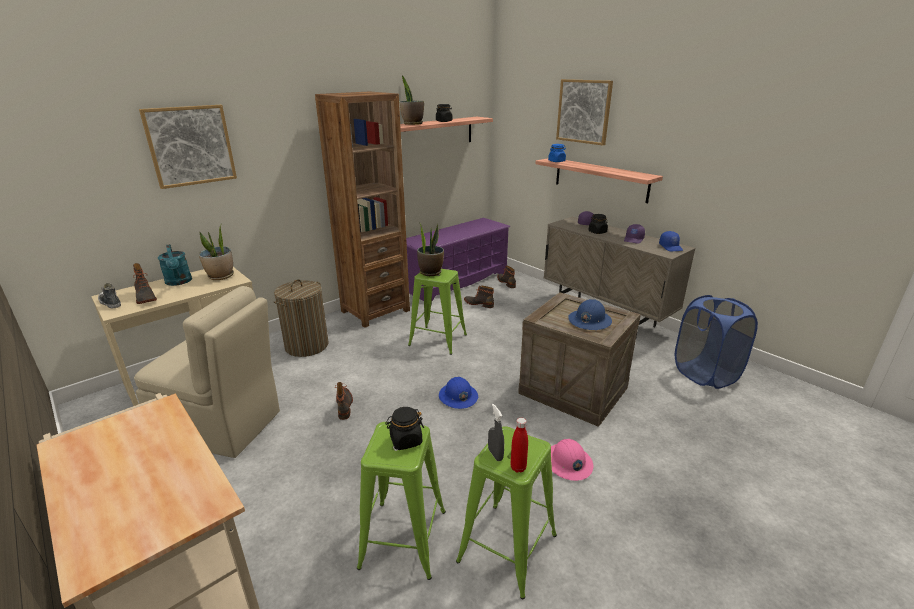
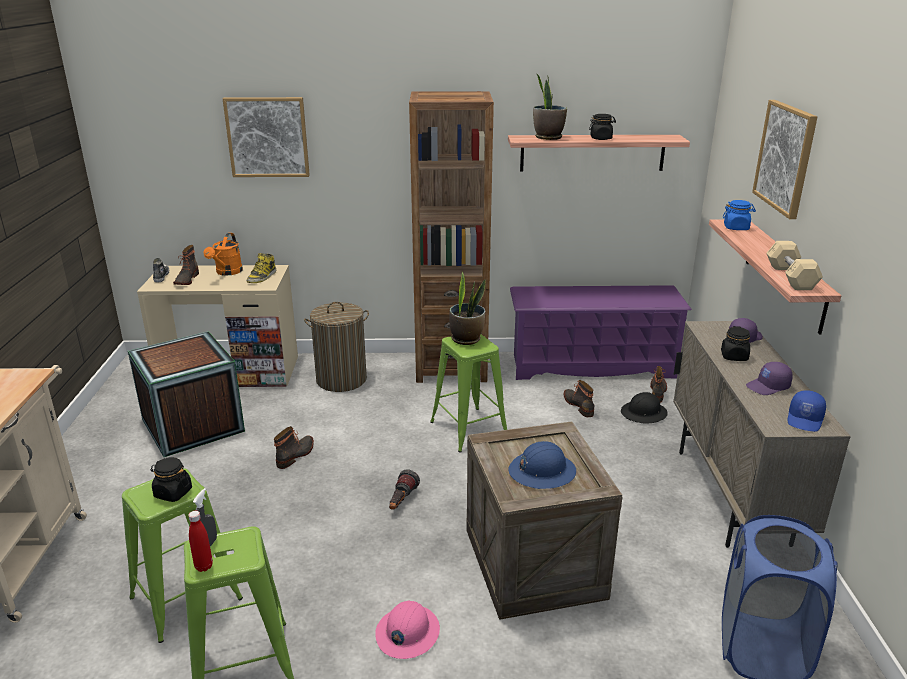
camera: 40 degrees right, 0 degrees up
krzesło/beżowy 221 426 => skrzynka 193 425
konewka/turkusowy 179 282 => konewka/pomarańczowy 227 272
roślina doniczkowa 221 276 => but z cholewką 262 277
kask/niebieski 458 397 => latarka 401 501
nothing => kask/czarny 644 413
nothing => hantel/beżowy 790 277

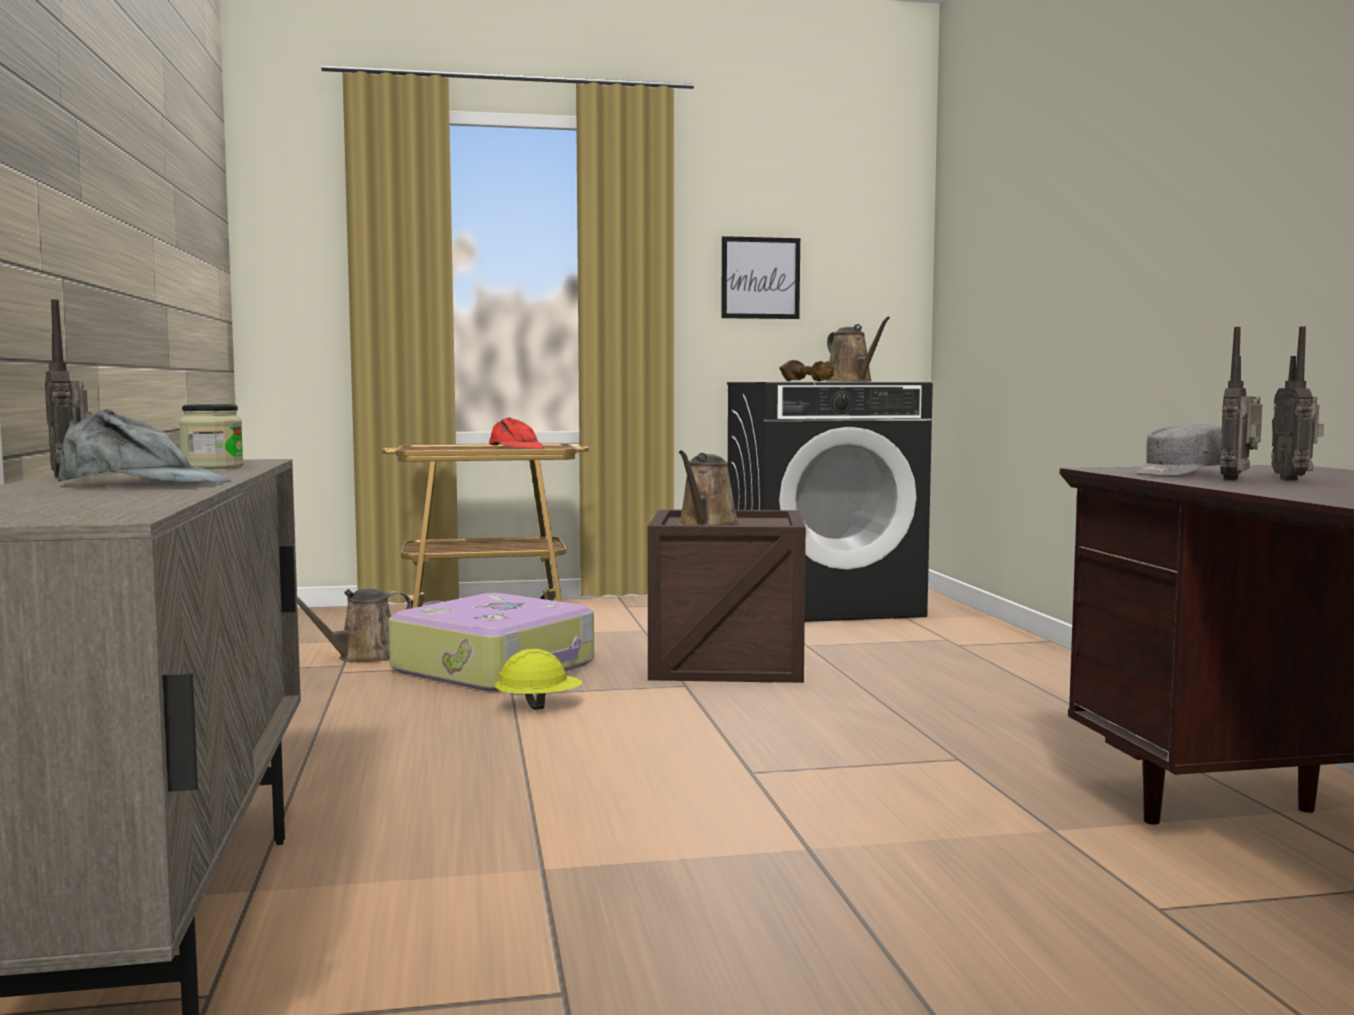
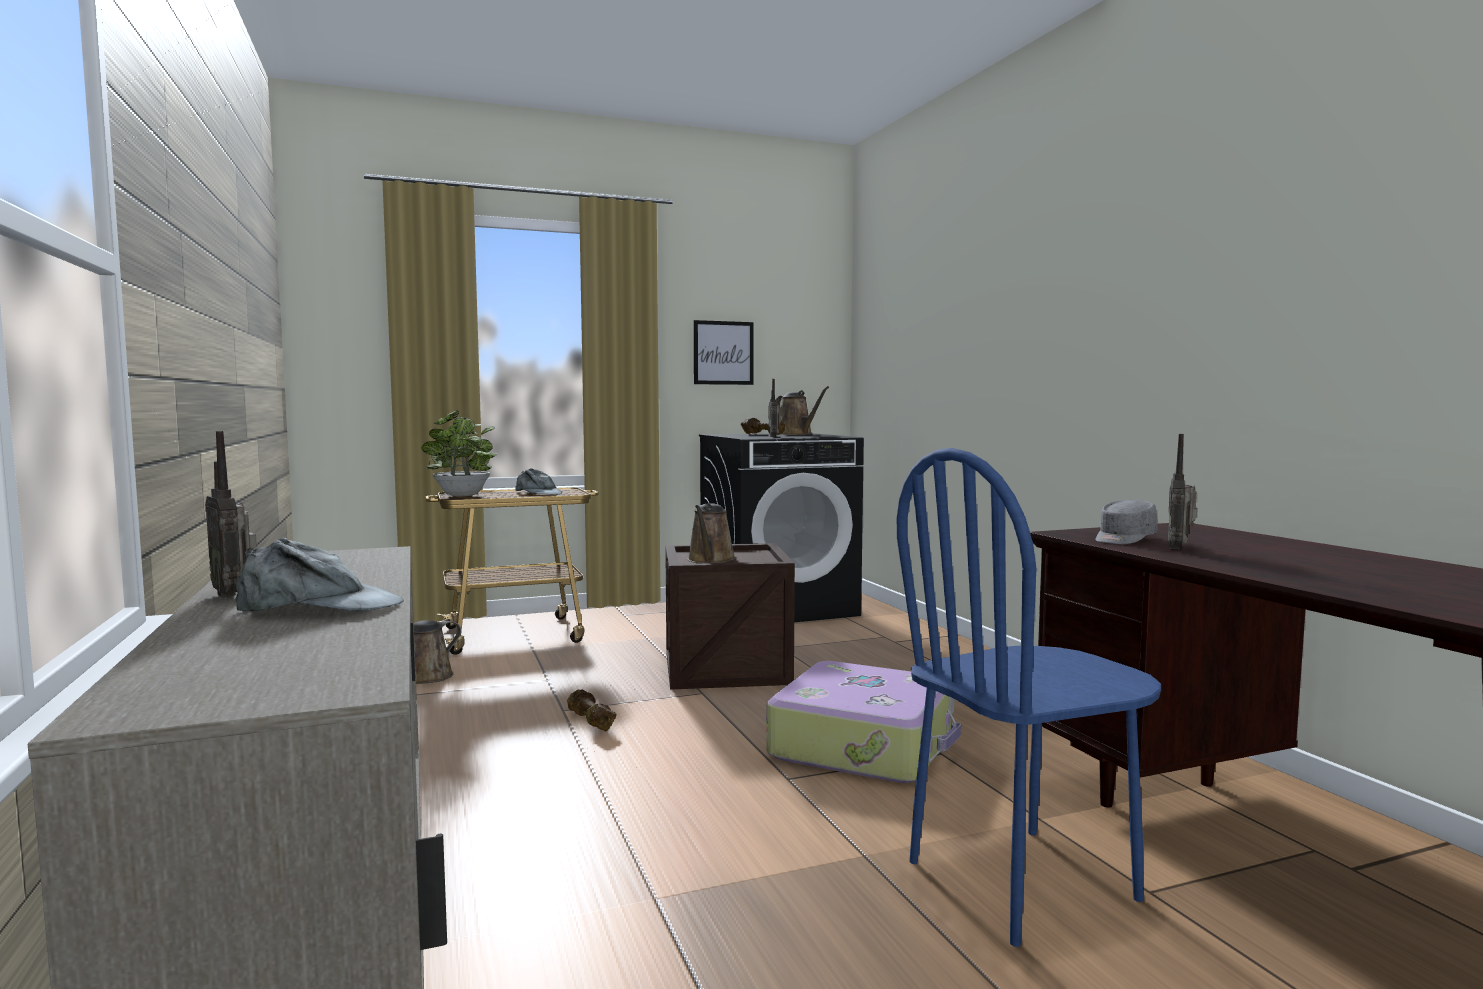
camera: 10 degrees left, 0 degrees up
nothing => roślina doniczkowa 461 495
czapka z daszkiem/czerwony 516 447 => czapka z daszkiem/szary 538 493
kask/żółty 539 706 => hantel/brązowy 590 722
walizka 496 667 => walizka 864 744, relocated
radio 1294 479 => radio 775 436, relocated
nothing => krzesło/niebieski 1022 881
słoik 212 467 => nothing

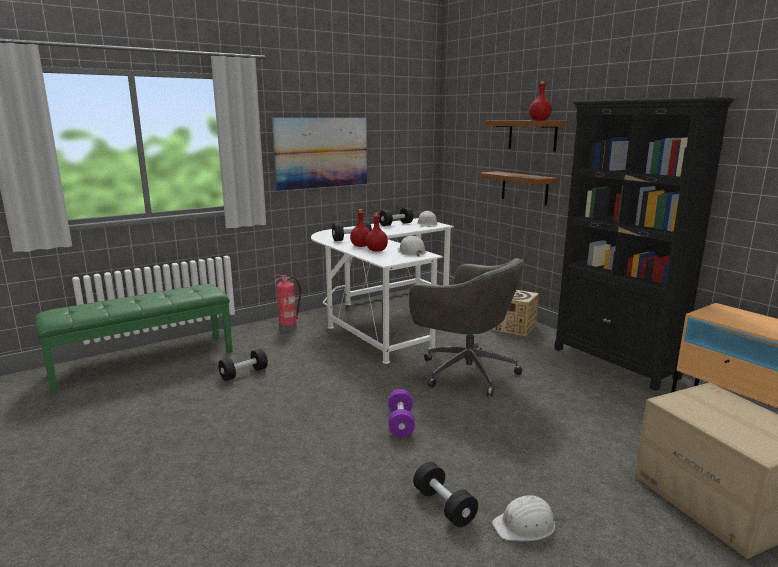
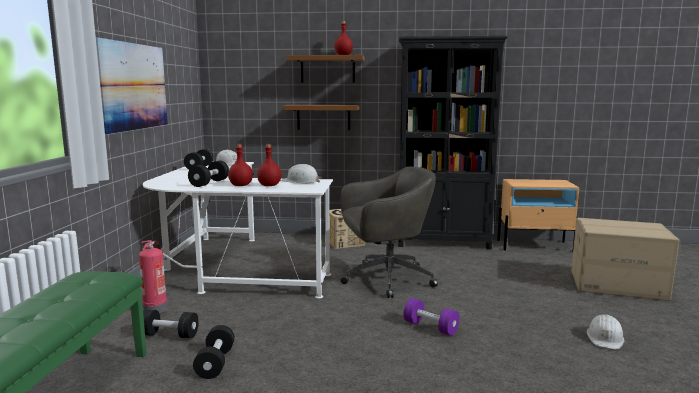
camera: 50 degrees left, 5 degrees down
hantel/czarny 444 506 => hantel/czarny 169 335, relocated

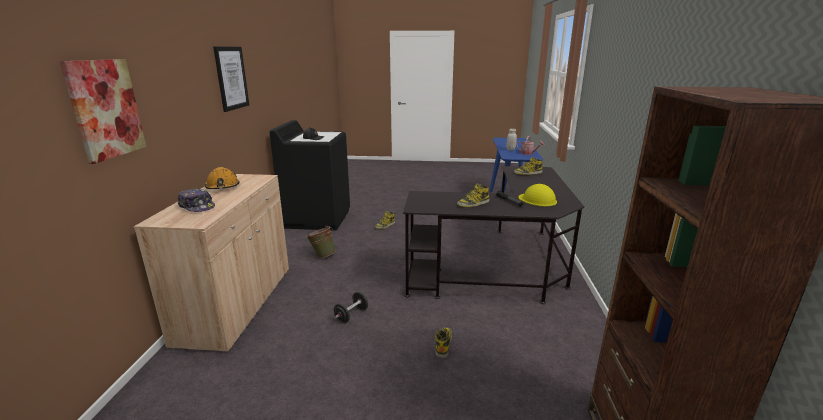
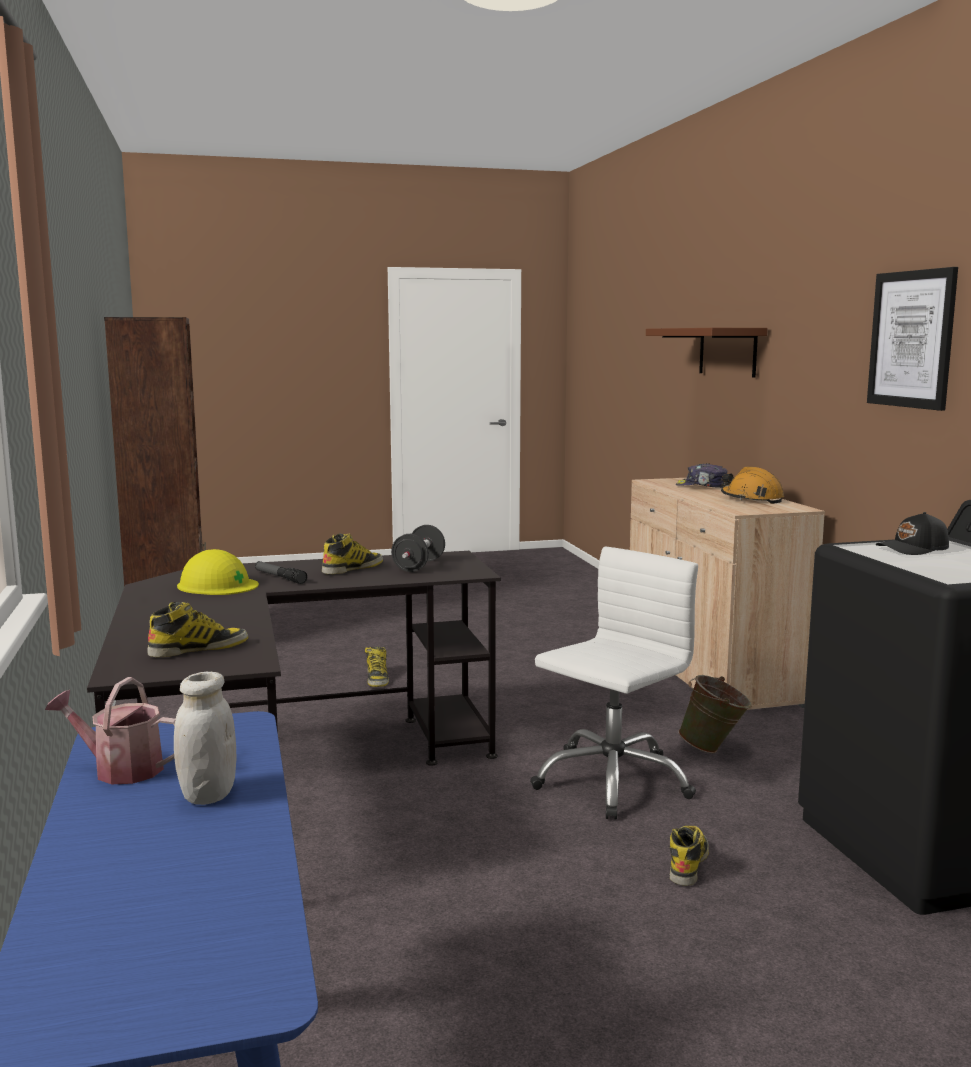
camera: 160 degrees right, 10 degrees down
hantel/czarny 351 315 => hantel/czarny 419 566, relocated
nothing => krzesło biurowe/biały 611 781
obraz 105 109 => półka/brązowy 727 351

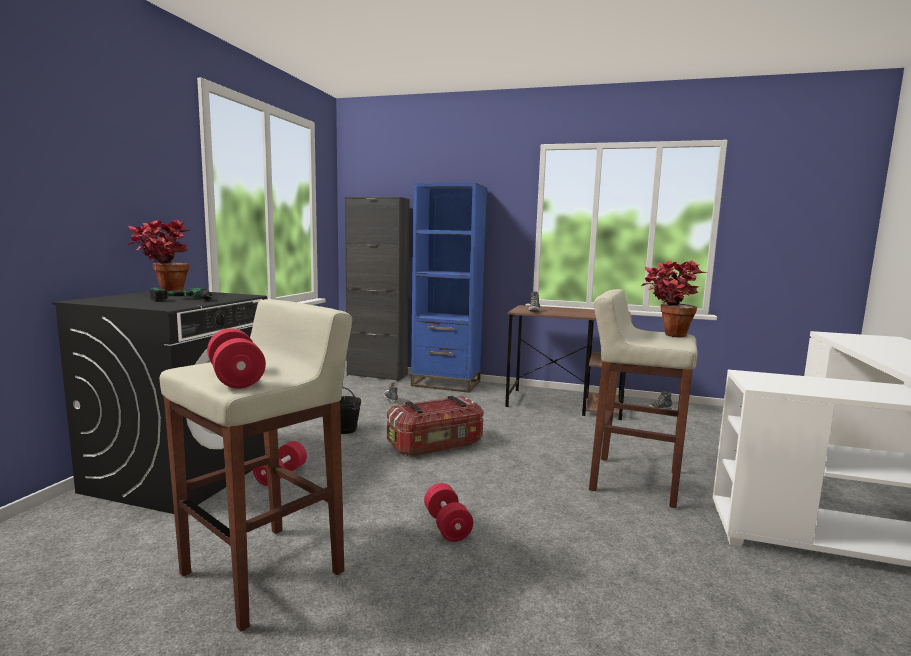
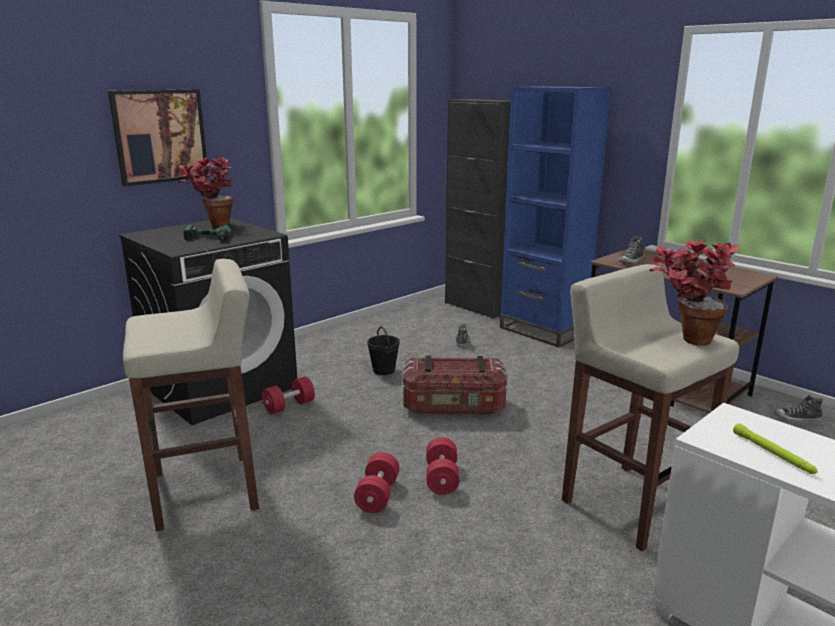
camera: 30 degrees right, 10 degrees up
nothing => obraz 160 136
hantel/czerwony 236 378 => hantel/czerwony 442 478, relocated
nothing => latarka/zielony 773 454

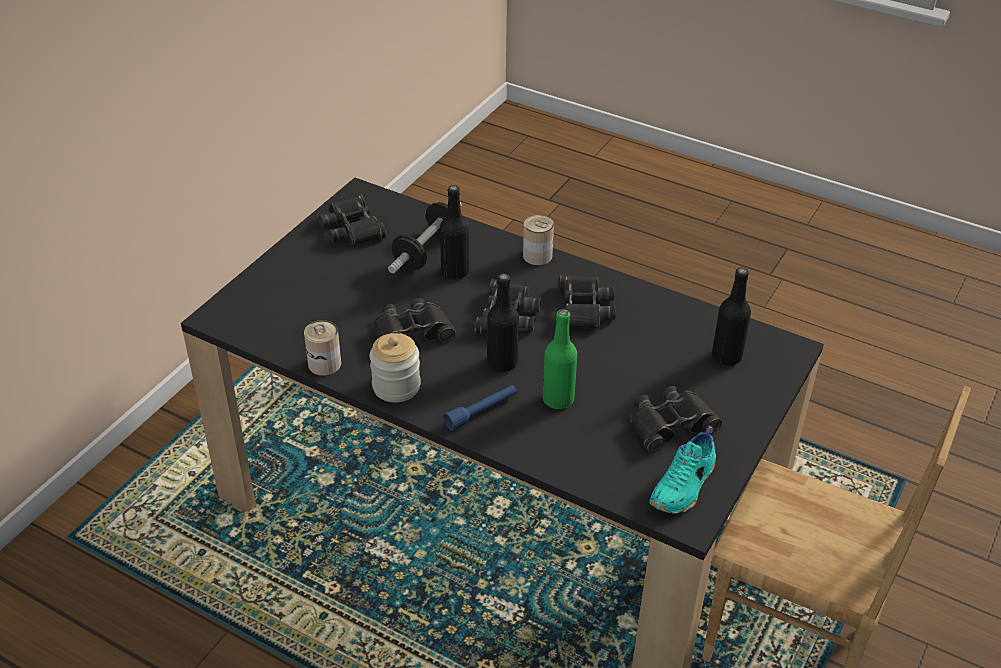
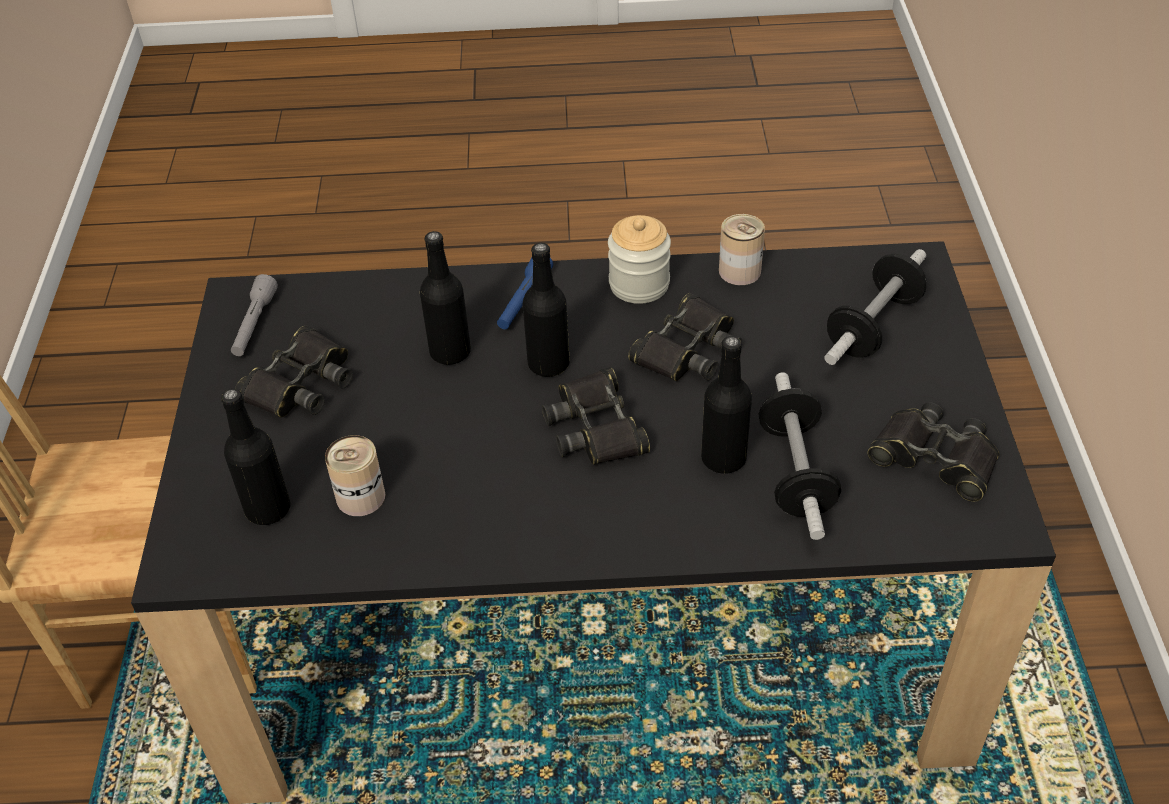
camera: 150 degrees right, 5 degrees up
but/turkusowy 684 487 => latarka/szary 254 325
puszka 537 256 => puszka 360 497, relocated
butelka/zielony 558 399 => butelka/czarny 450 352
nothing => hantel 873 326
lornetka/czarny 583 308 => nothing

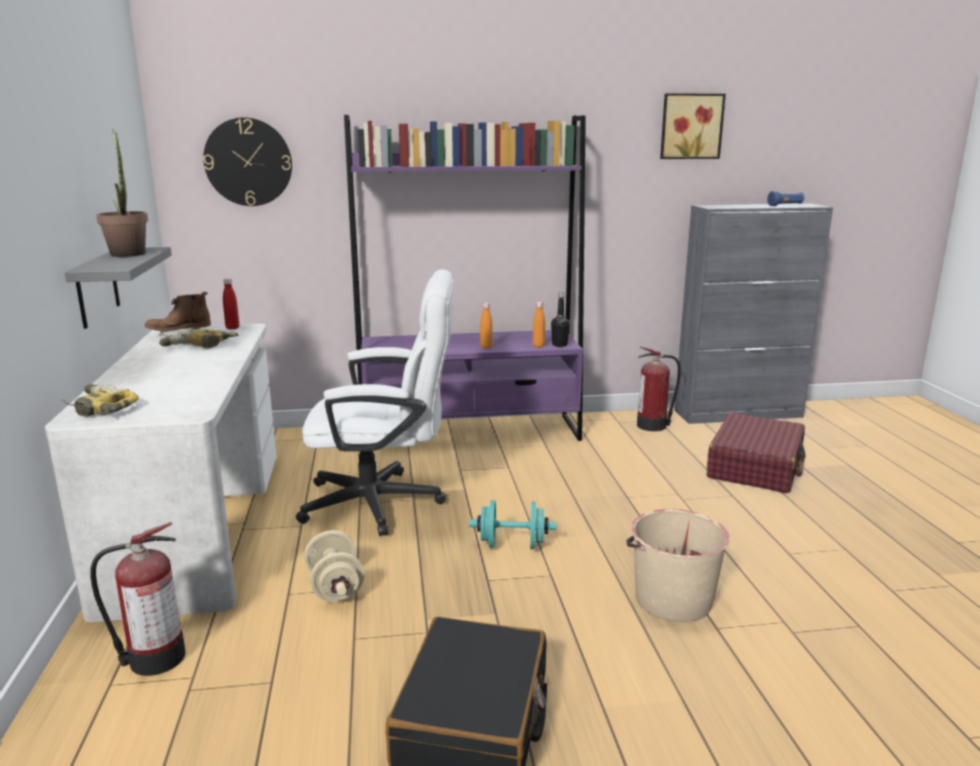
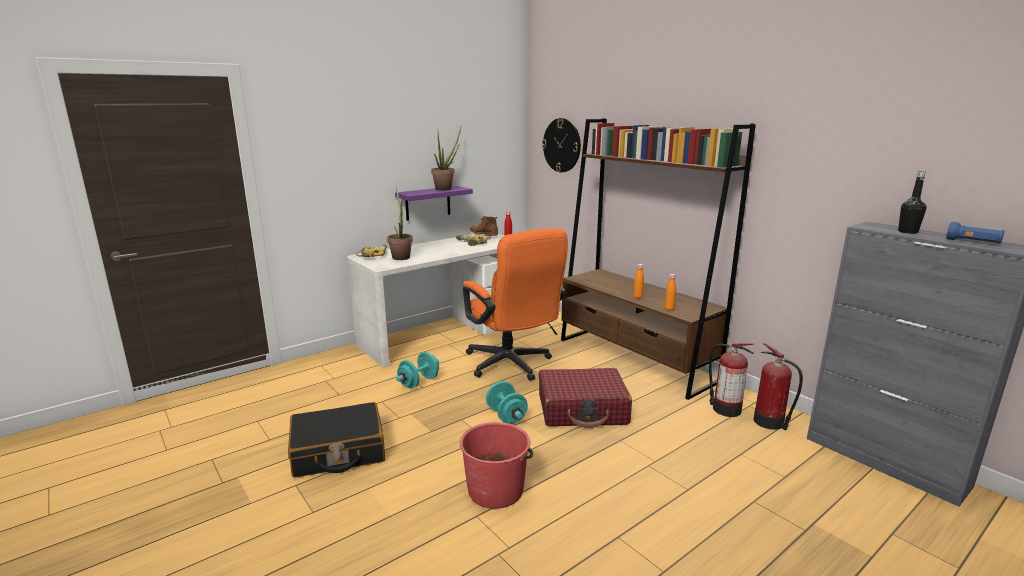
camera: 60 degrees right, 0 degrees up
nothing => roślina doniczkowa 401 256
półka/szary 97 287 => półka/fioletowy 428 203
hantel/beżowy 335 587 => hantel/turkusowy 419 382
wiadro/beżowy 672 599 => wiadro/czerwony 496 490
krzesło biurowe/biały 385 503 => krzesło biurowe/pomarańczowy 512 366
walizka/czerwony 755 467 => walizka/czerwony 582 409, relocated
regał/fioletowy 470 433 => regał/brązowy 635 360
gaśnica 153 659 => gaśnica 725 409, relocated
butelka/czarny 559 345 => butelka/czarny 908 232, relocated
obraz 690 126 => nothing

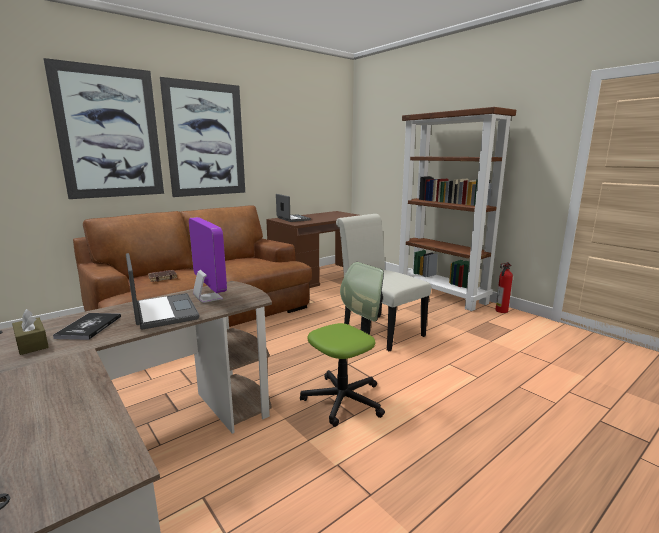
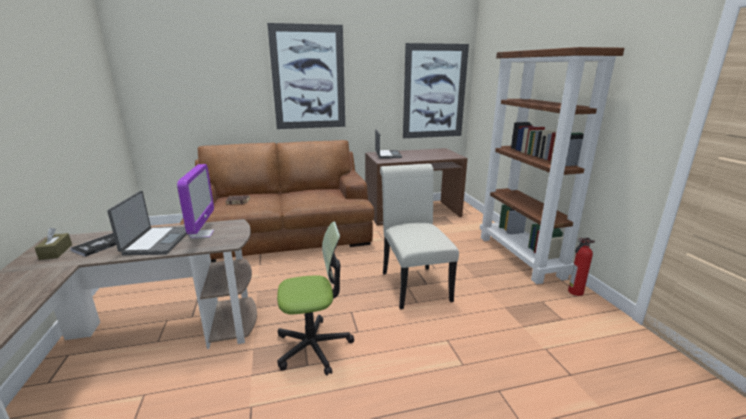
camera: 25 degrees right, 5 degrees up
obraz 110 133 => obraz 434 92, relocated

